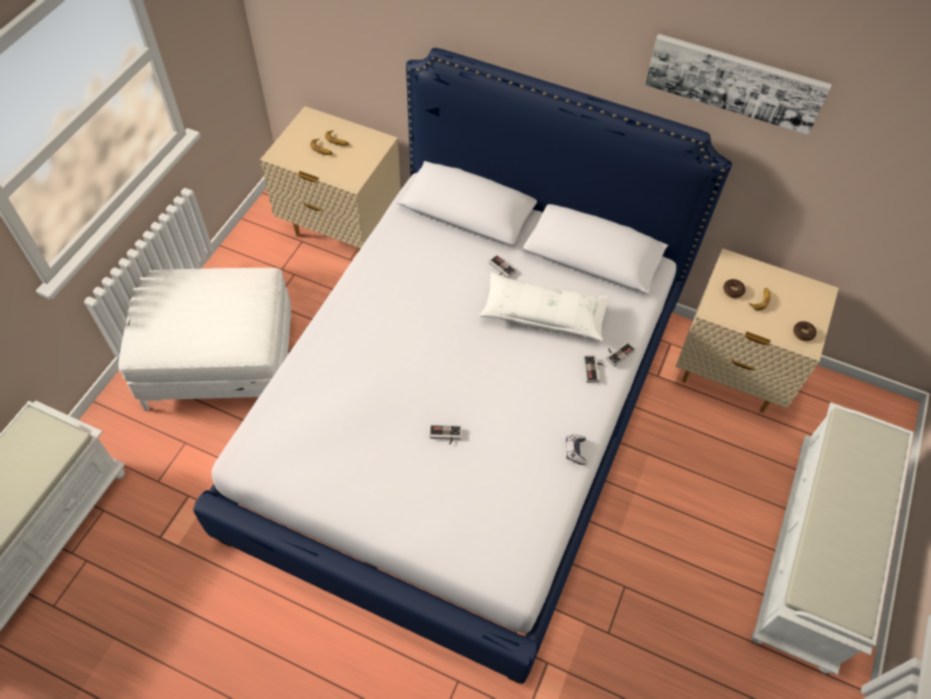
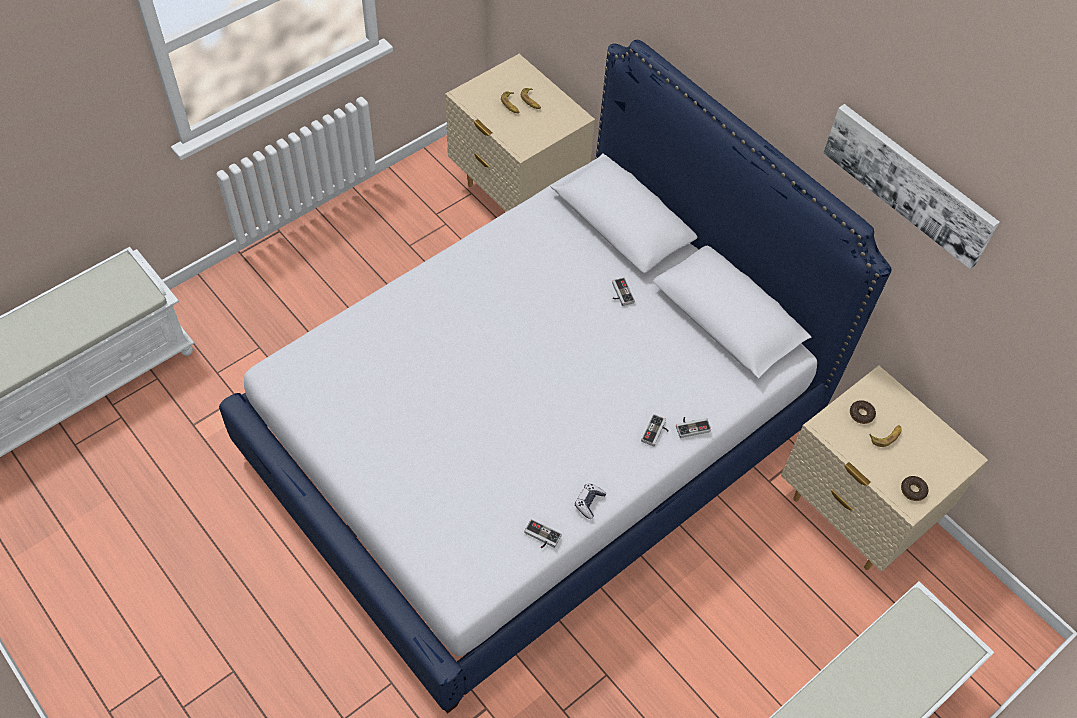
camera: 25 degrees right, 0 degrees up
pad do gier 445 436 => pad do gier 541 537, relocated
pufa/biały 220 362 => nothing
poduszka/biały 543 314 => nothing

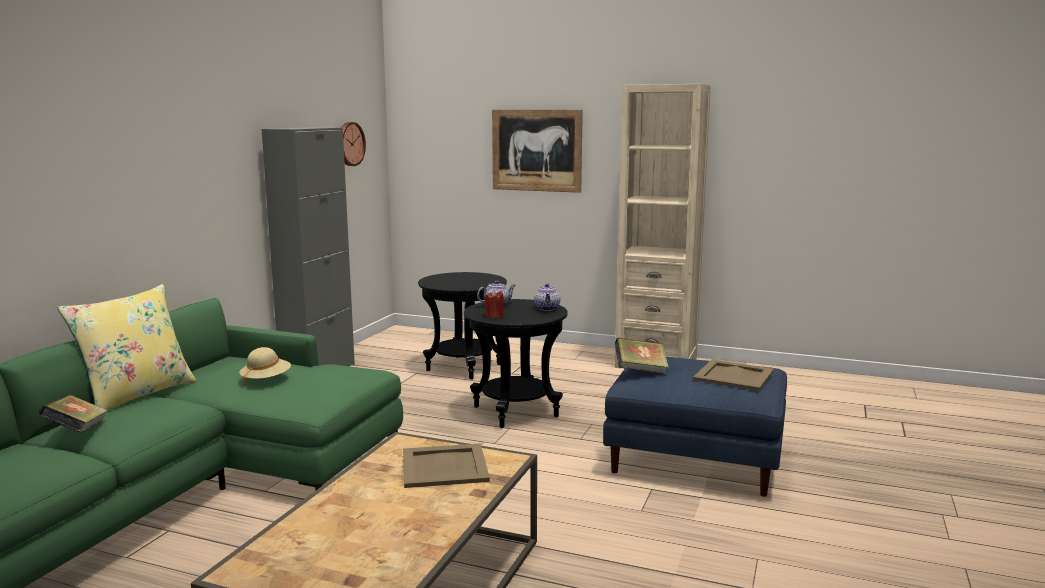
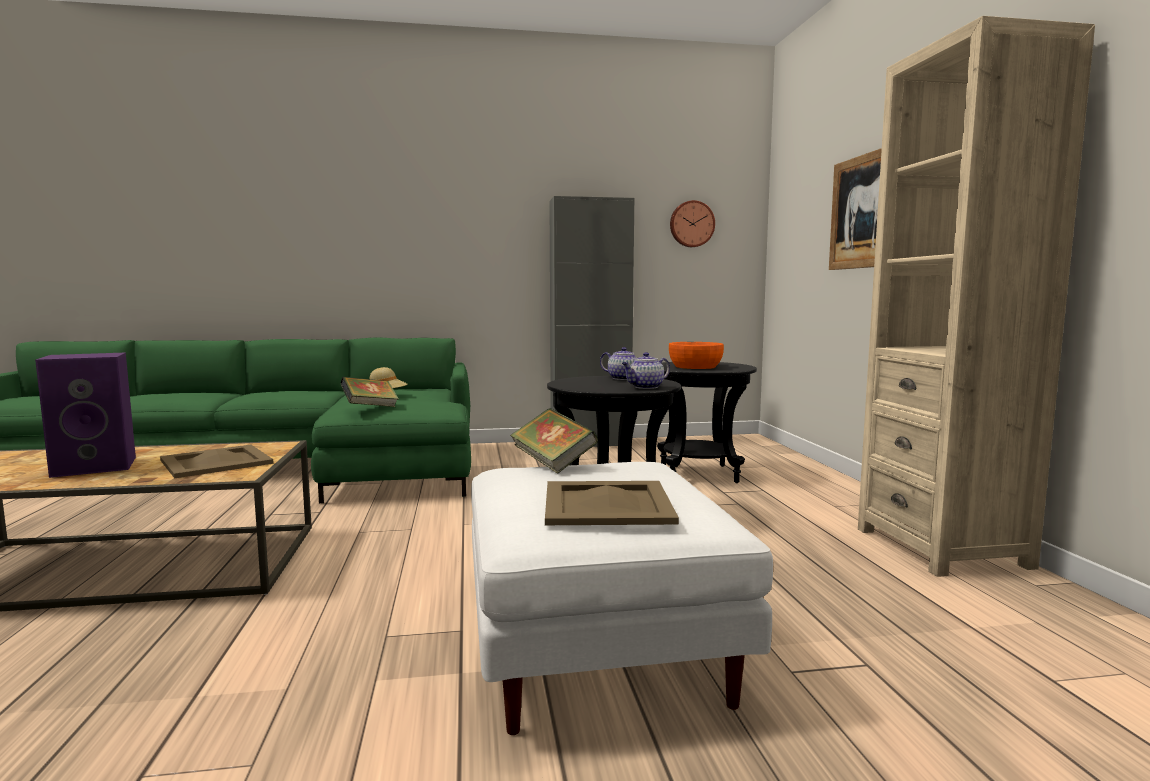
camera: 60 degrees right, 5 degrees down
nothing => głośnik/fioletowy 97 466
książka 77 432 => książka 370 407, relocated
pufa/niebieski 697 460 => pufa/biały 598 645
nothing => miska/pomarańczowy 695 366
poduszka/żółty 136 395 => nothing
świeca/czerwony 494 316 => nothing

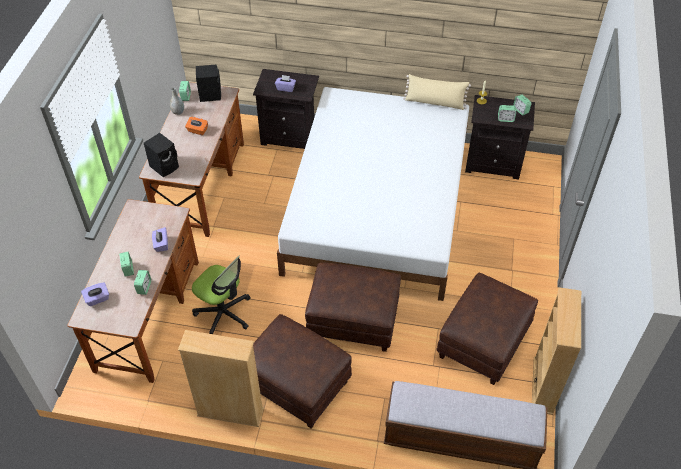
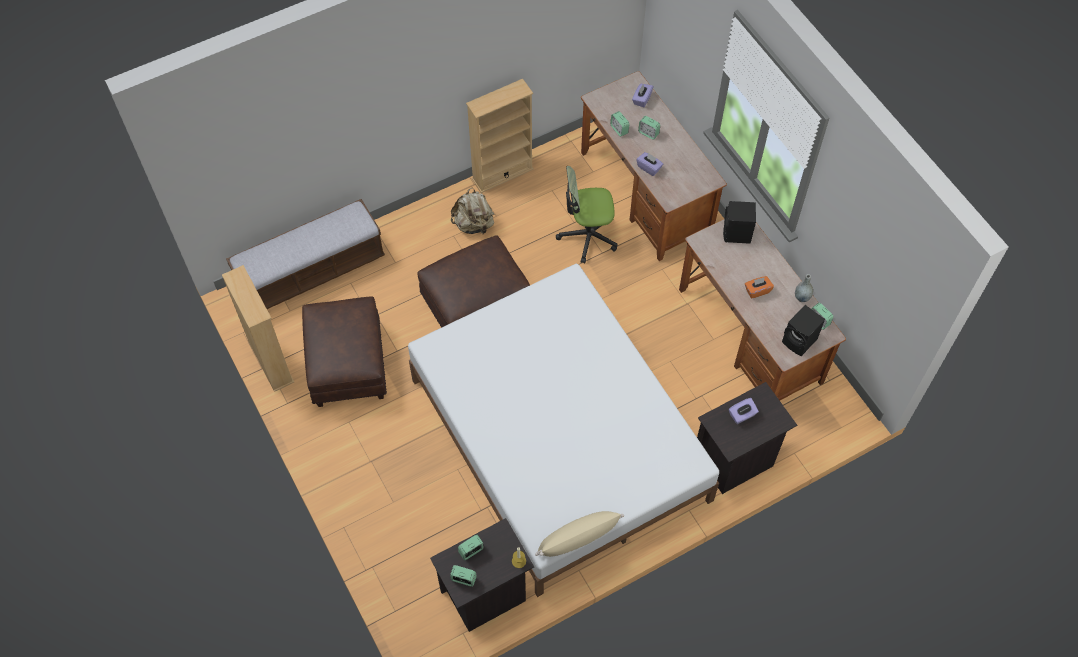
camera: 140 degrees right, 10 degrees up
pufa/brązowy 295 384 => plecak/beżowy 474 224

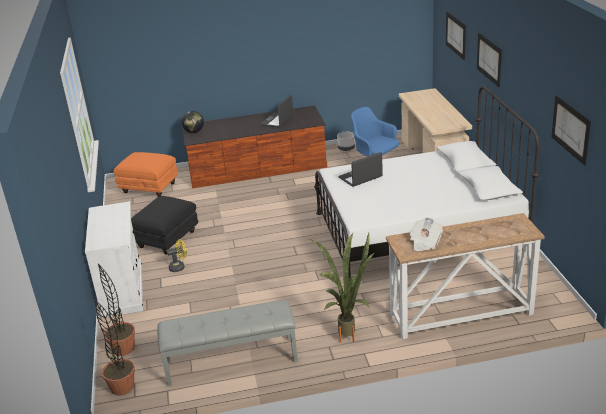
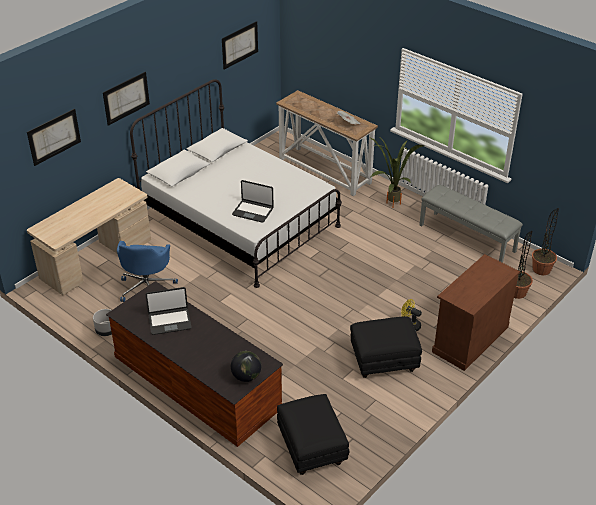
camera: 130 degrees left, 10 degrees up
pufa/pomarańczowy 148 188 => pufa/czarny 312 449
szafka/biały 123 290 => szafka/brązowy 470 339

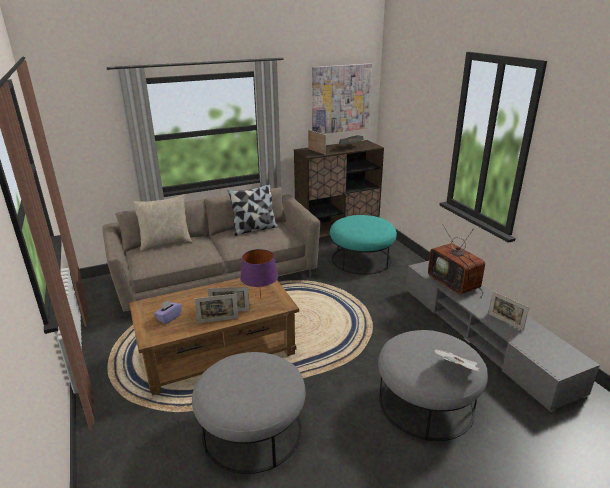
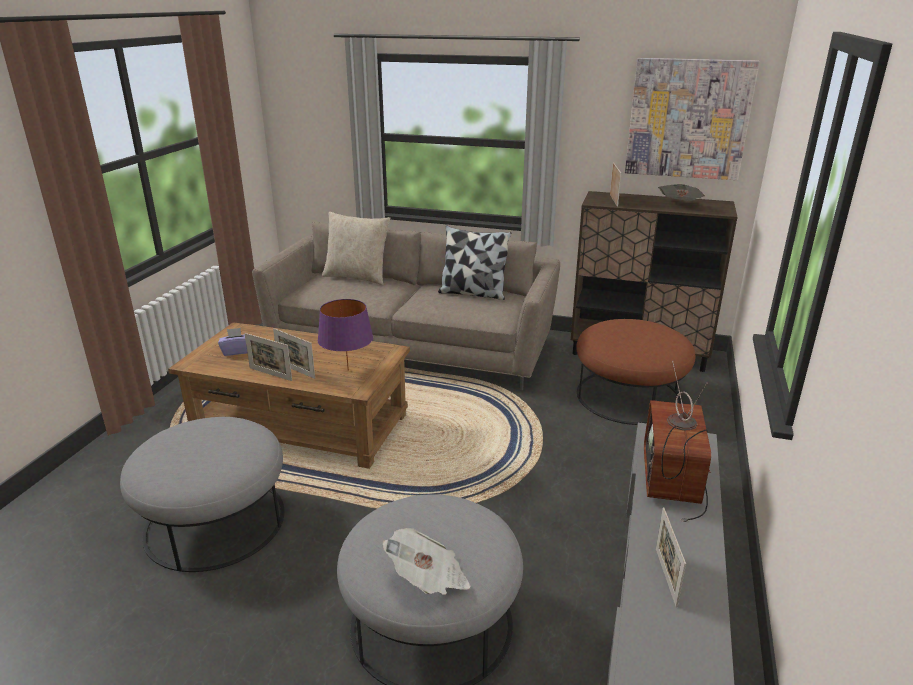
camera: 40 degrees right, 0 degrees up
pufa/turkusowy 361 259 => pufa/brązowy 628 396

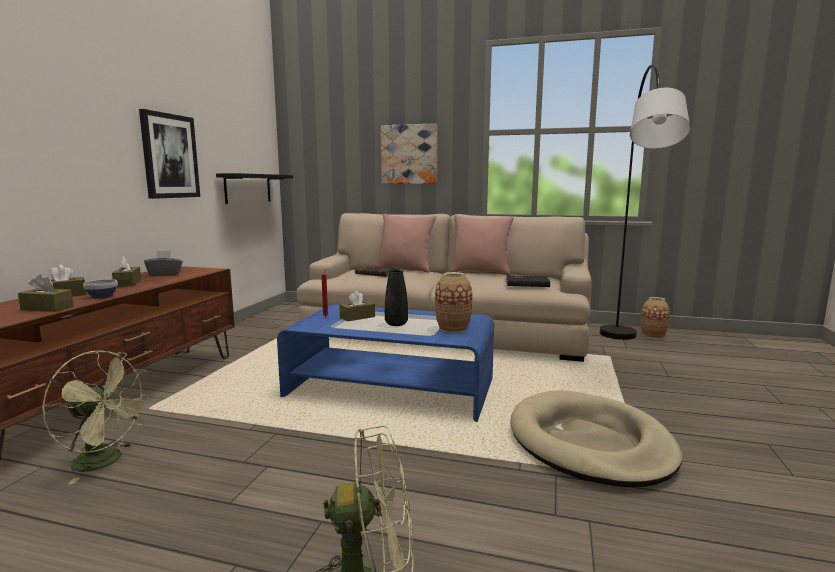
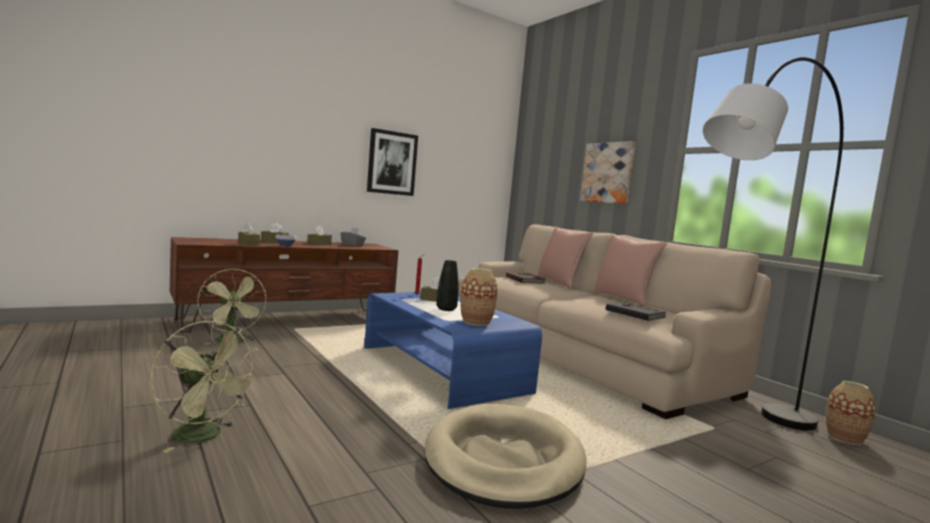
camera: 40 degrees right, 5 degrees down
półka/czarny 248 188 => nothing

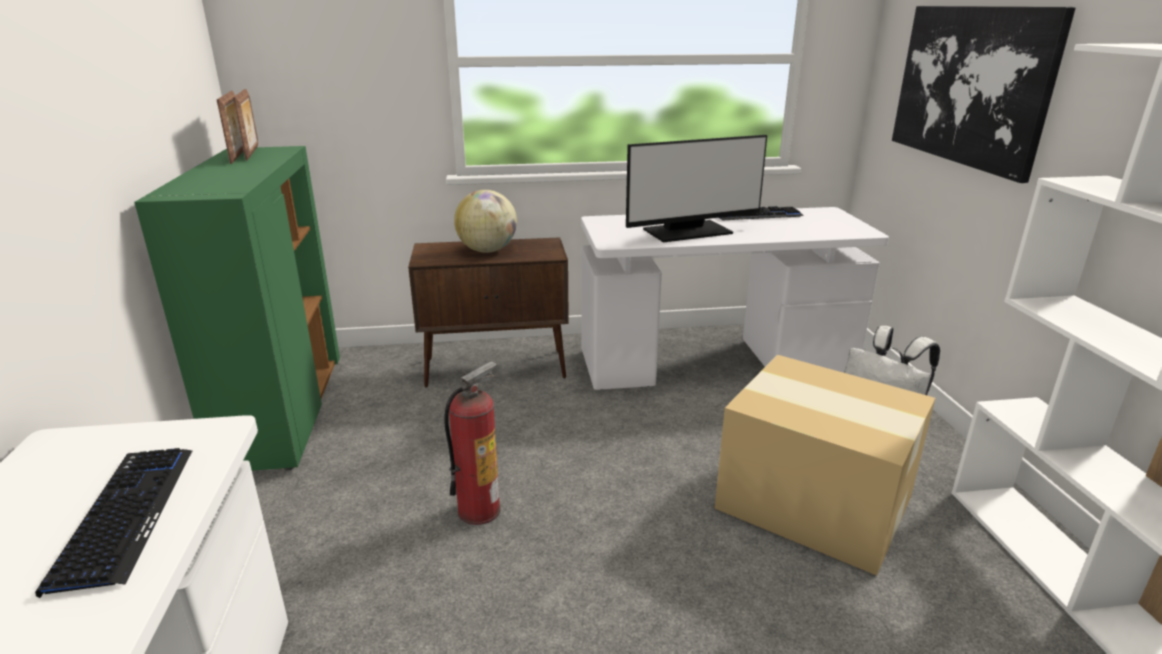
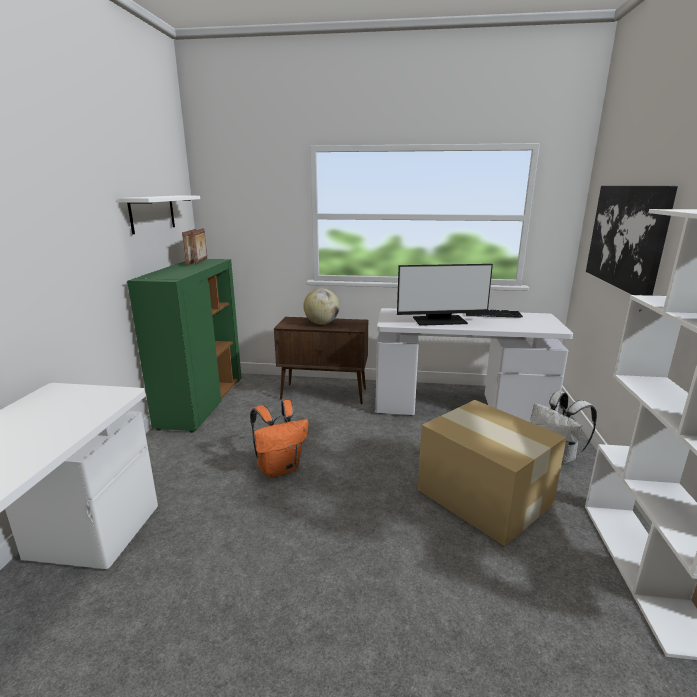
camera: 15 degrees right, 5 degrees down
nothing => półka/biały 152 213
gaśnica 479 510 => plecak/pomarańczowy 279 468
klawiatura 125 516 => nothing

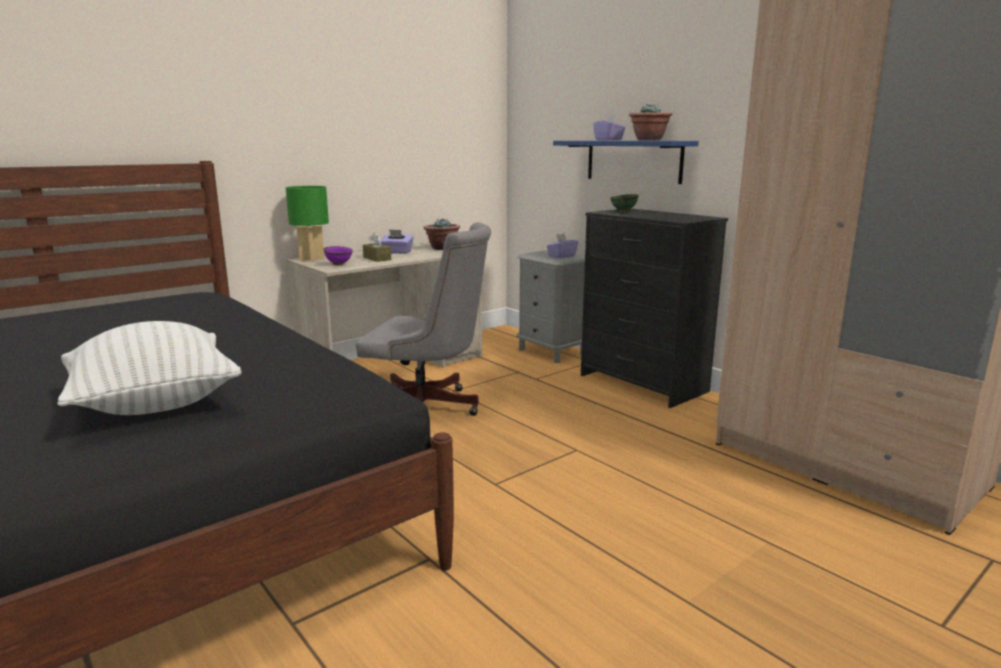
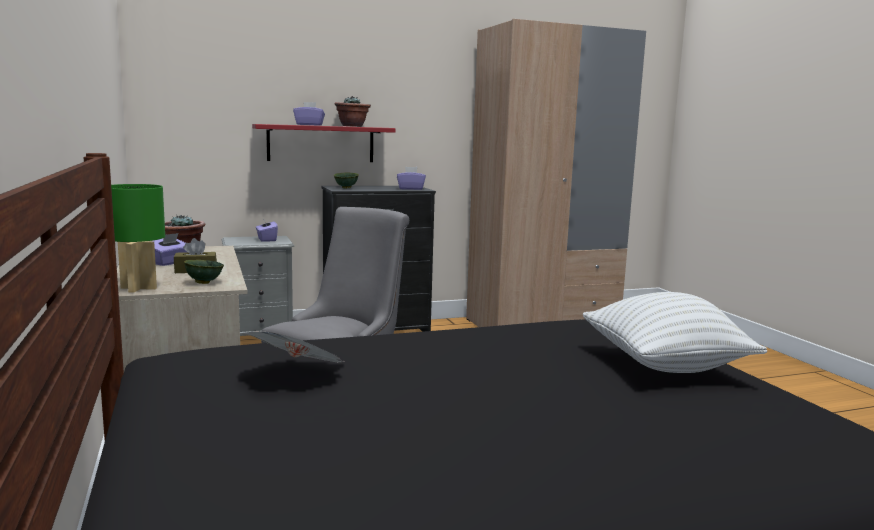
camera: 70 degrees left, 5 degrees down
miska/fioletowy 339 264 => miska/zielony 203 282
nothing => gazeta 299 374
półka/niebieski 633 161 => półka/czerwony 321 143
nothing => pudełko chusteczek/fioletowy 410 189

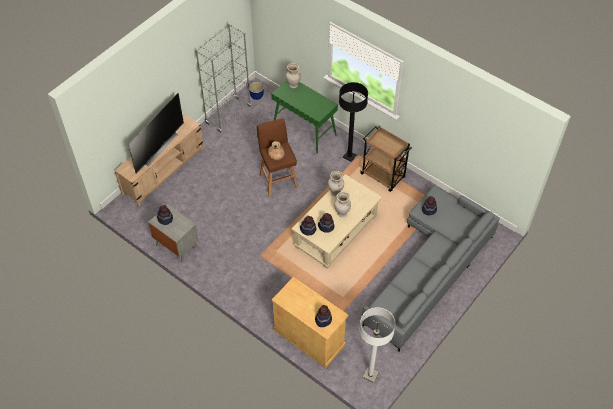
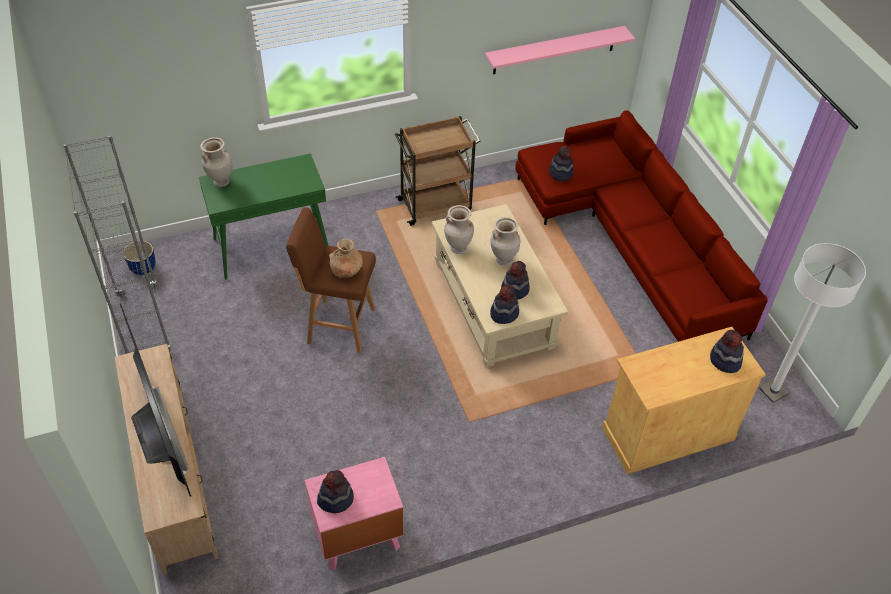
camera: 60 degrees left, 5 degrees down
szafka nocna/szary 176 245 => szafka nocna/różowy 357 536
nothing => półka/różowy 554 50
kanapa/szary 429 270 => kanapa/czerwony 631 240
lampa stojąca/czarny 349 156 => nothing

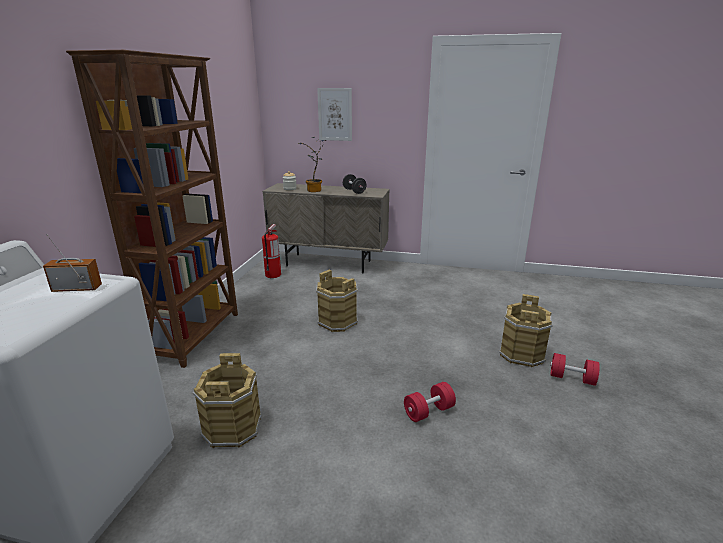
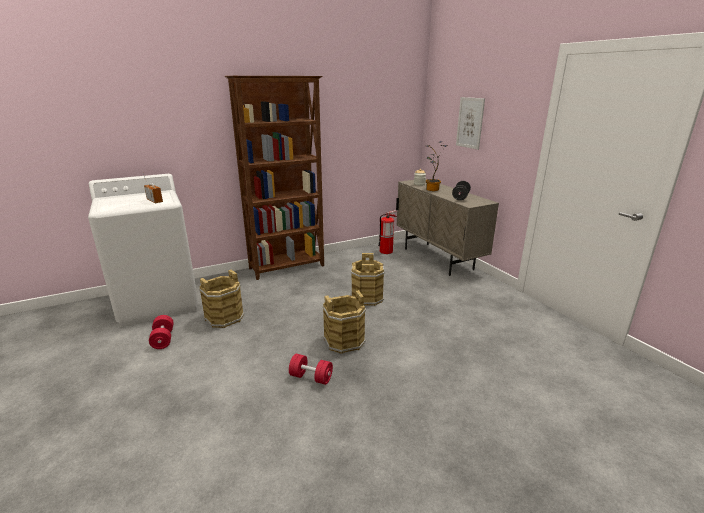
camera: 50 degrees right, 0 degrees up
hantel/czerwony 572 378 => hantel/czerwony 163 339, relocated
wiadro/brązowy 522 354 => wiadro/brązowy 344 341, relocated

